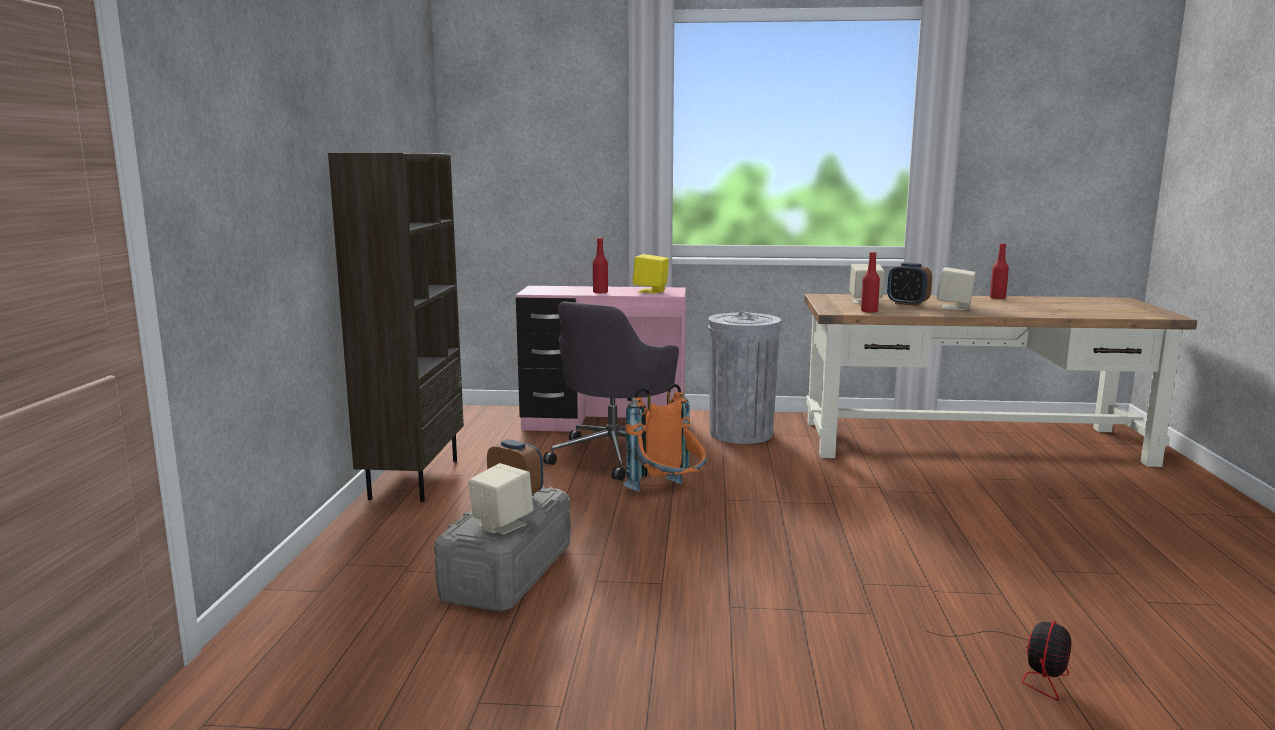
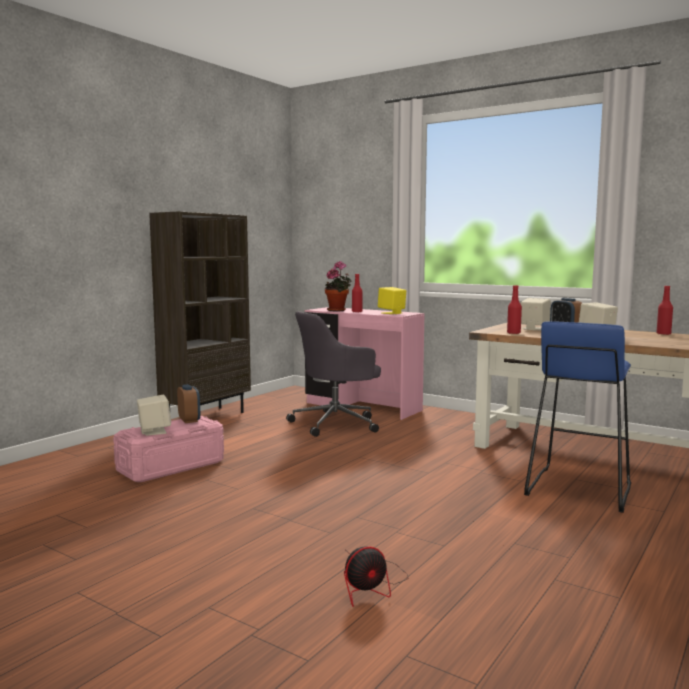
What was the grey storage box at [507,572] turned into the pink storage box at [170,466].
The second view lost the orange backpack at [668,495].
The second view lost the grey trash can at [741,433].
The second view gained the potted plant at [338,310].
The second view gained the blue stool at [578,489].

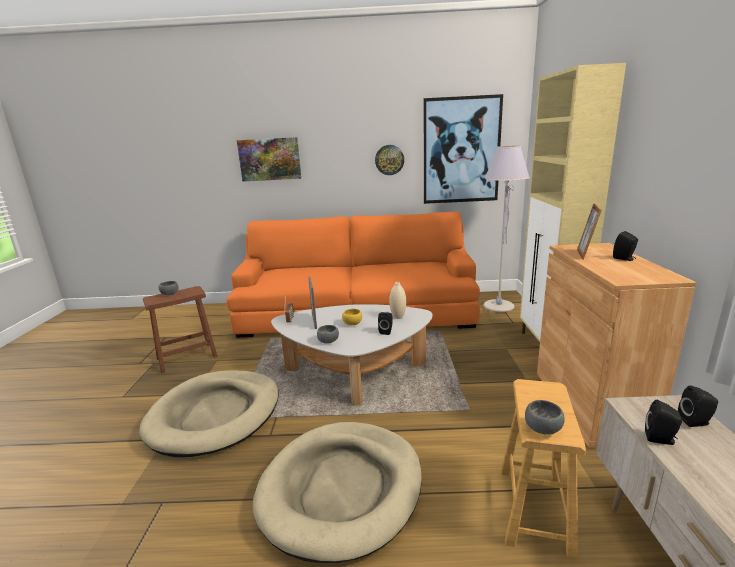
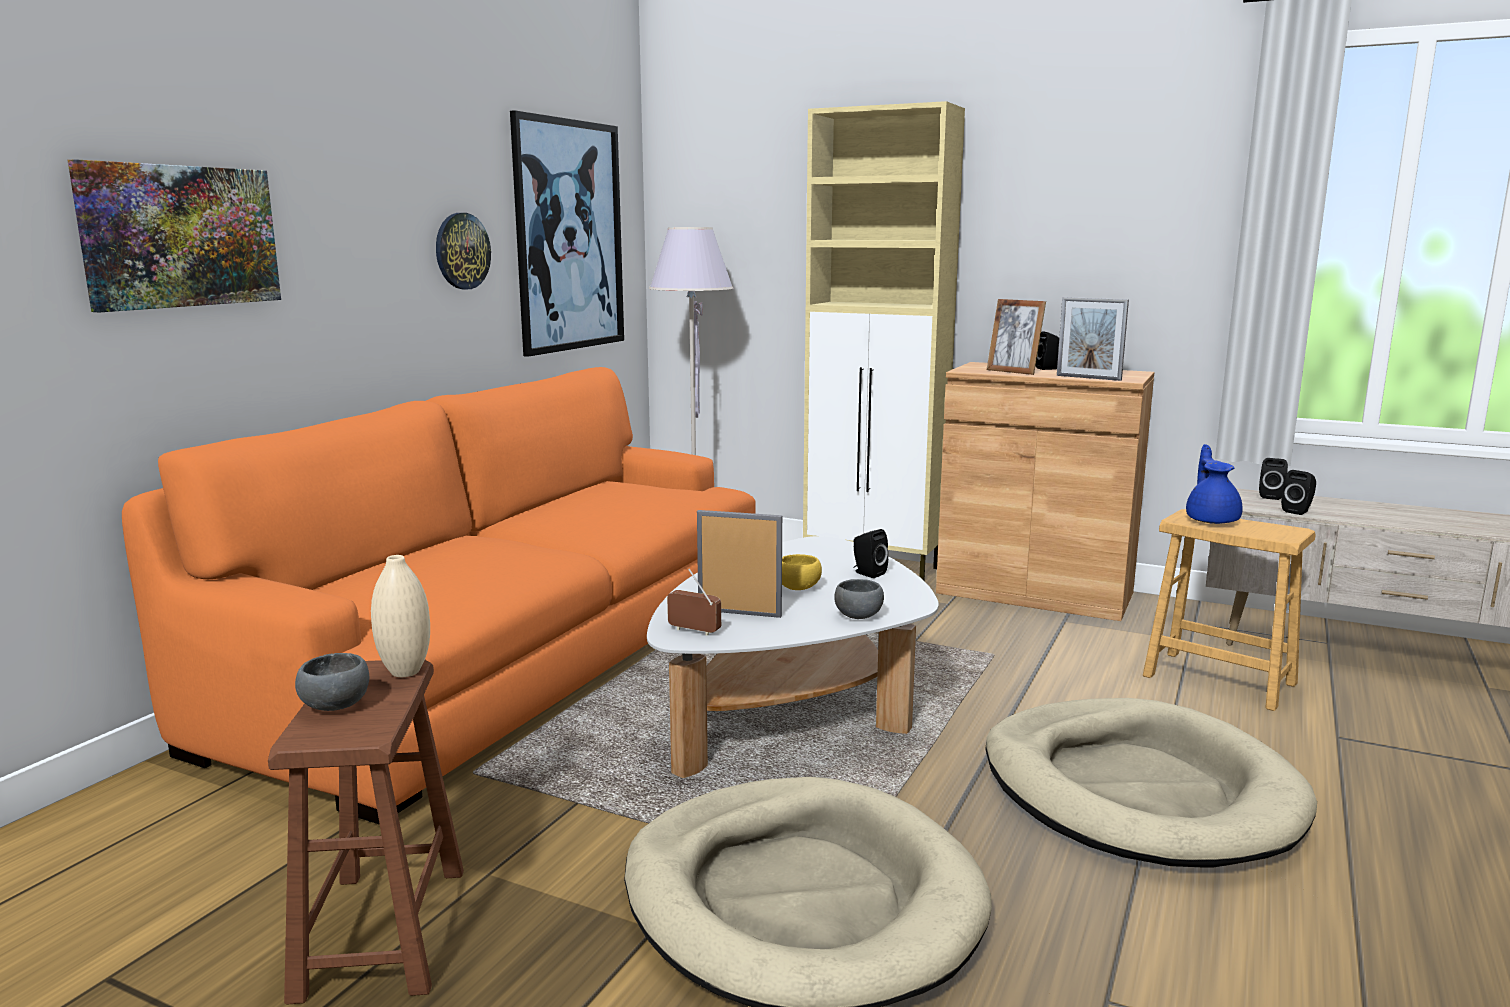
The beige vase ended up elsewhere, having gone from [398,317] to [405,672].
The second view lost the grey bowl at [543,429].
The second view gained the picture frame at [1088,378].
The second view gained the blue teapot at [1211,520].

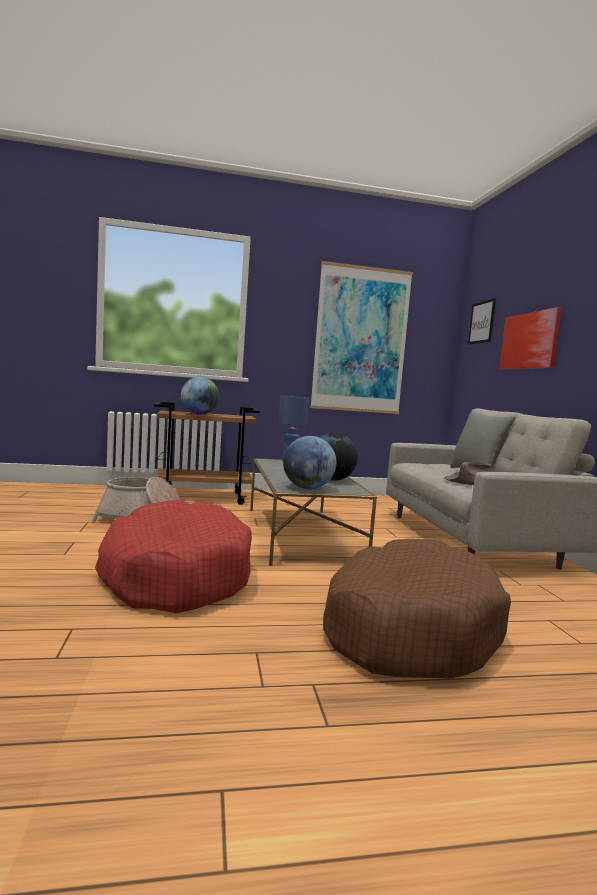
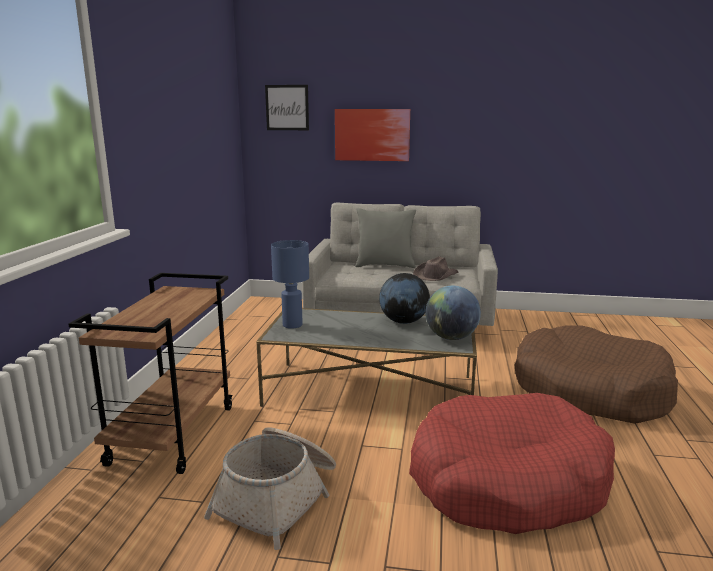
The second view lost the globe at [199,414].
The second view lost the picture at [360,340].

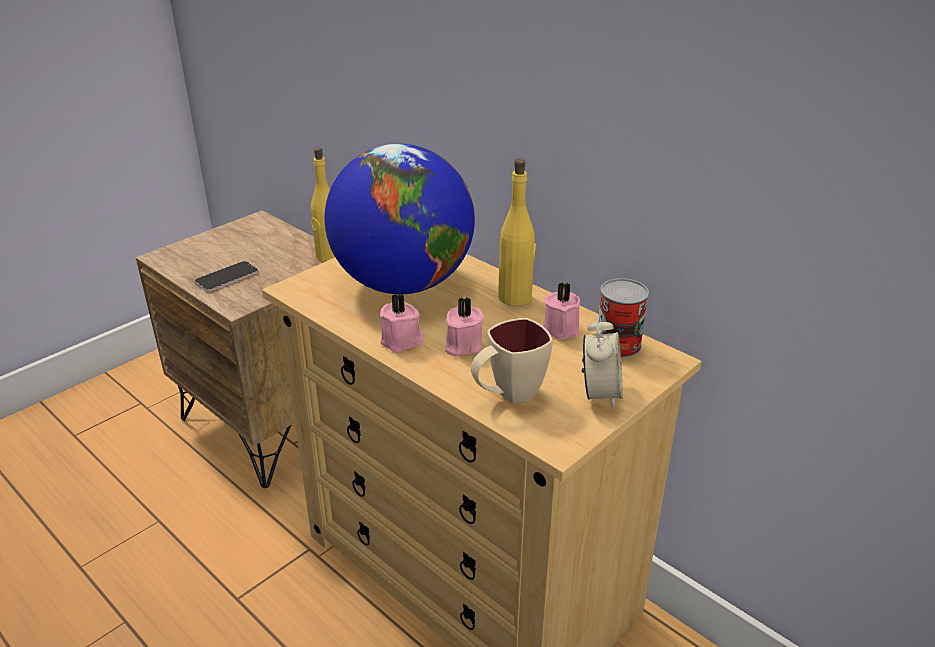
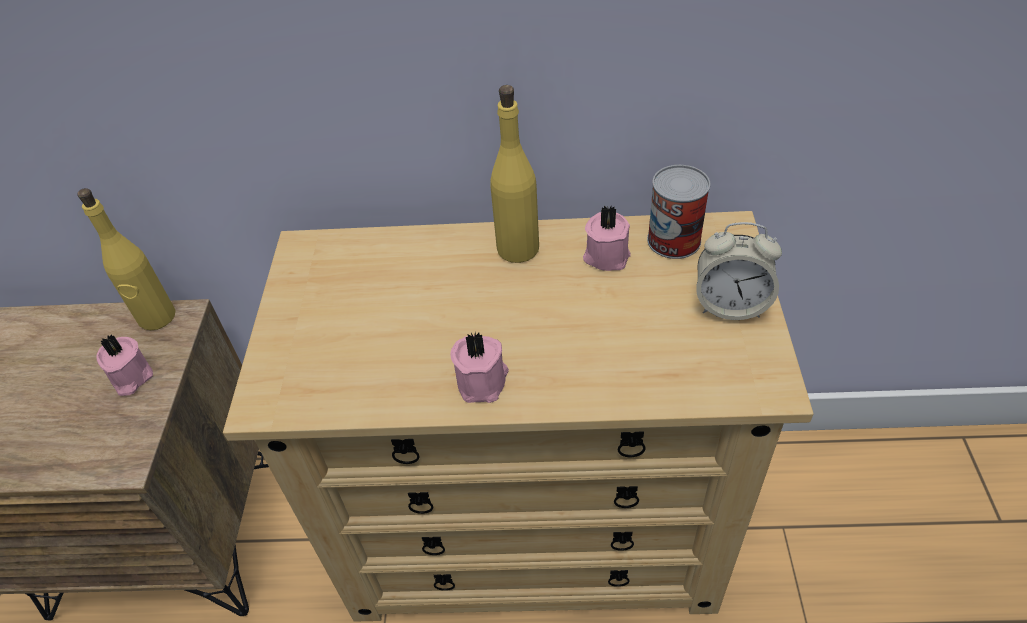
The second view lost the phone at [227,277].
The second view lost the globe at [403,284].
The pink candle ended up elsewhere, having gone from [462,345] to [131,378].
The second view lost the beige mug at [507,395].
The alarm clock at [600,393] ended up facing another way, 135 degrees clockwise from before.

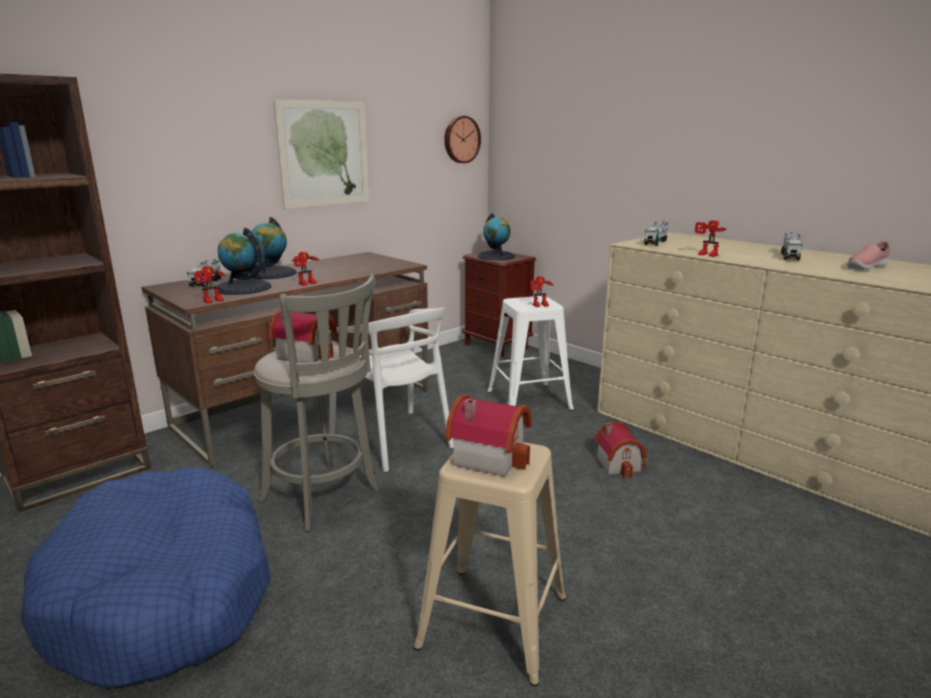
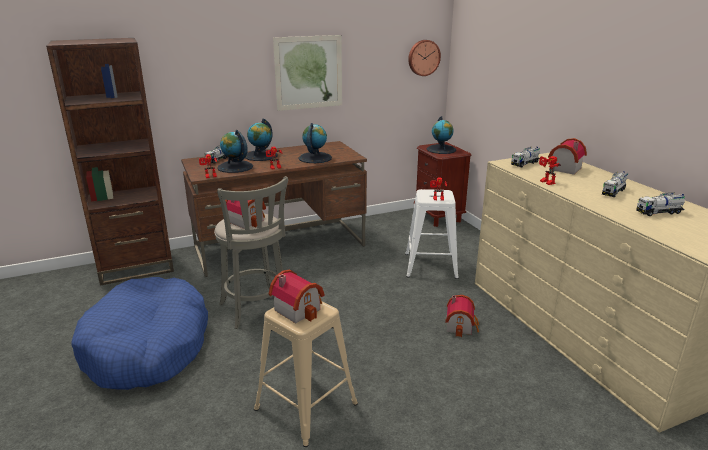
The second view lost the white chair at [393,440].
Where the pink shoe stood at [865,268], the toy truck came to stand at [659,212].
The second view gained the globe at [315,158].
The second view gained the toy house at [562,168].

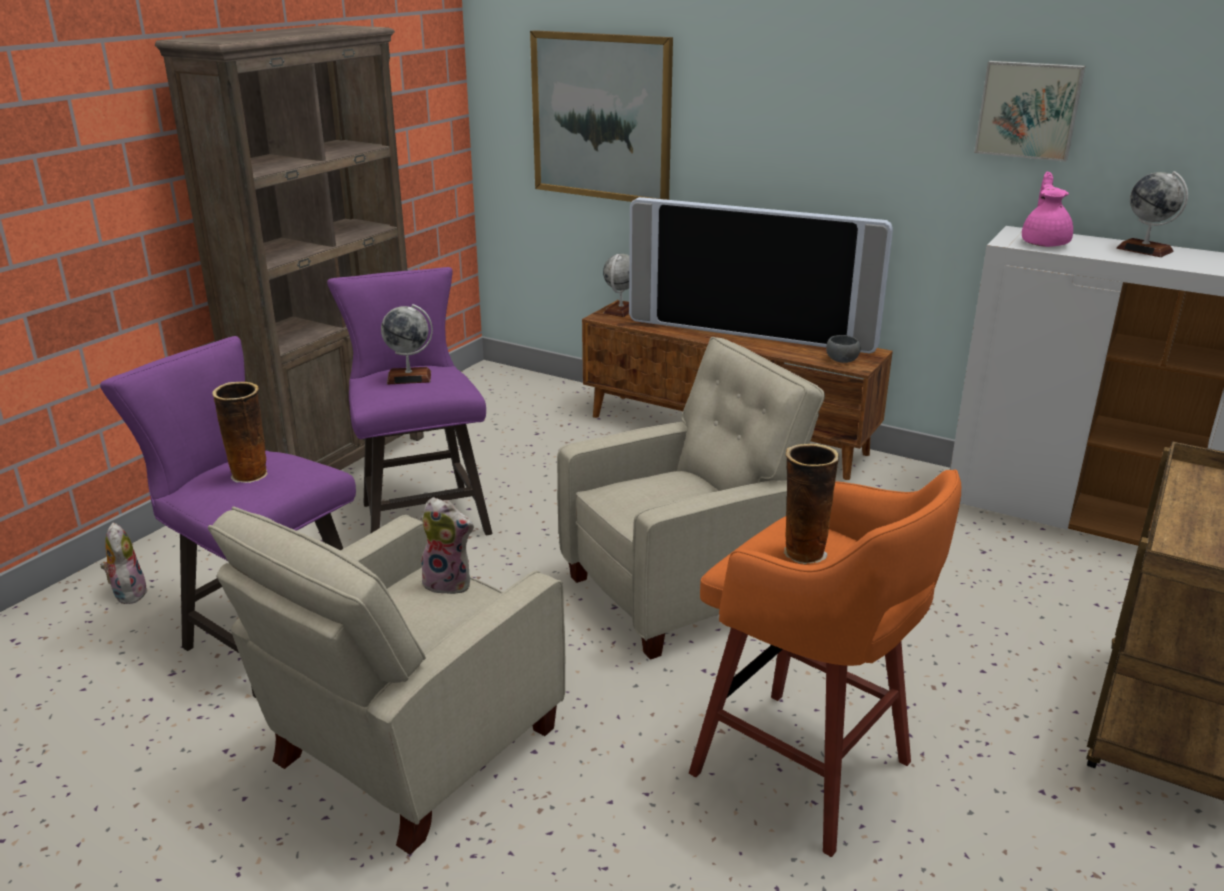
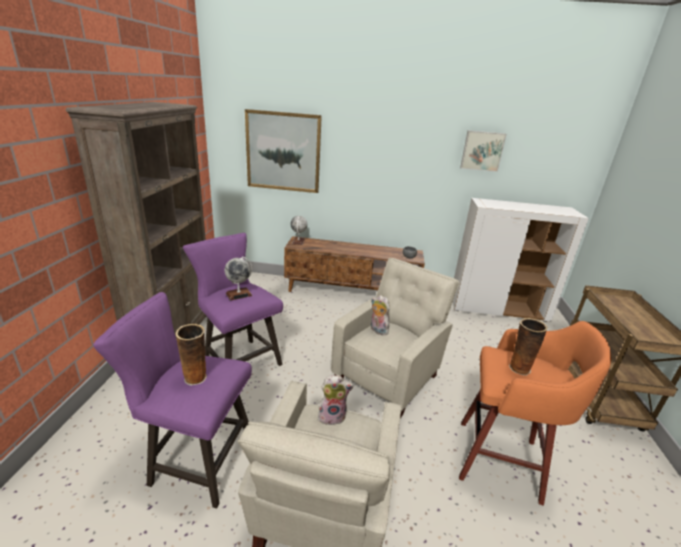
The plush toy ended up elsewhere, having gone from [128,593] to [377,330].
The second view lost the television at [750,332].
The second view lost the pink teapot at [1044,243].
The second view lost the globe at [1144,250].

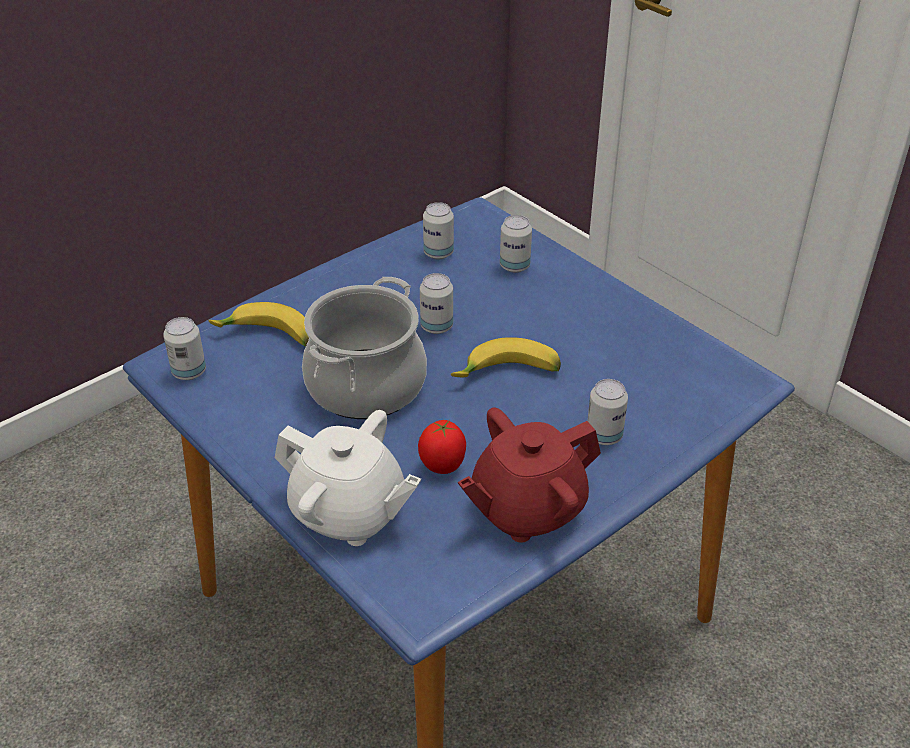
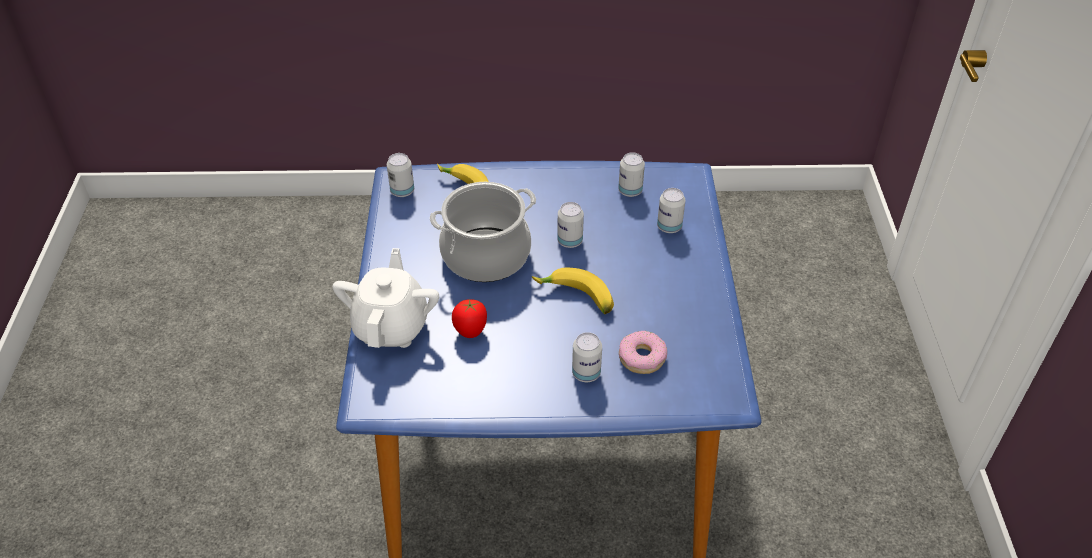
The white teapot at [349,513] ended up facing another way, 150 degrees counterclockwise from before.
The second view lost the red teapot at [526,509].
The second view gained the donut at [641,357].

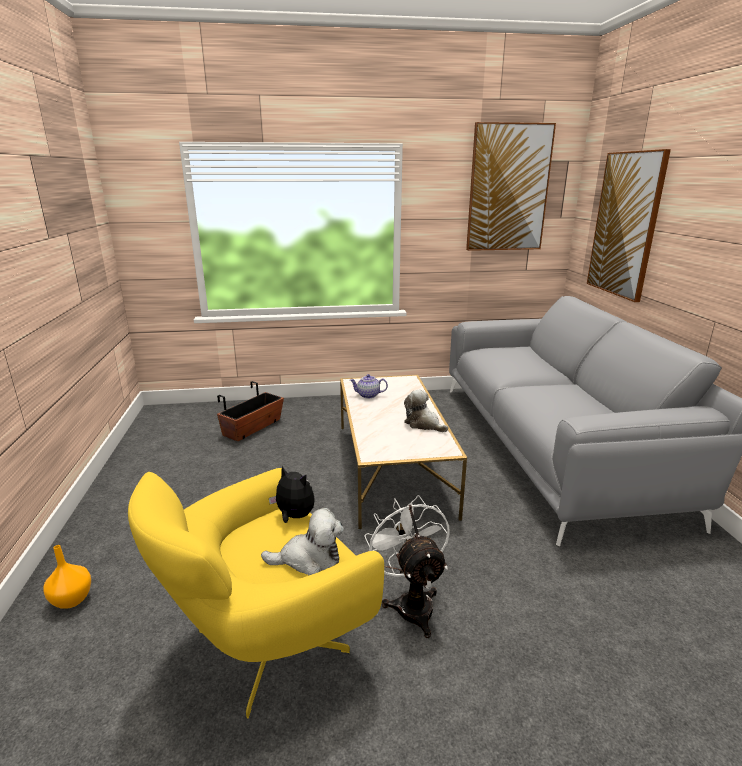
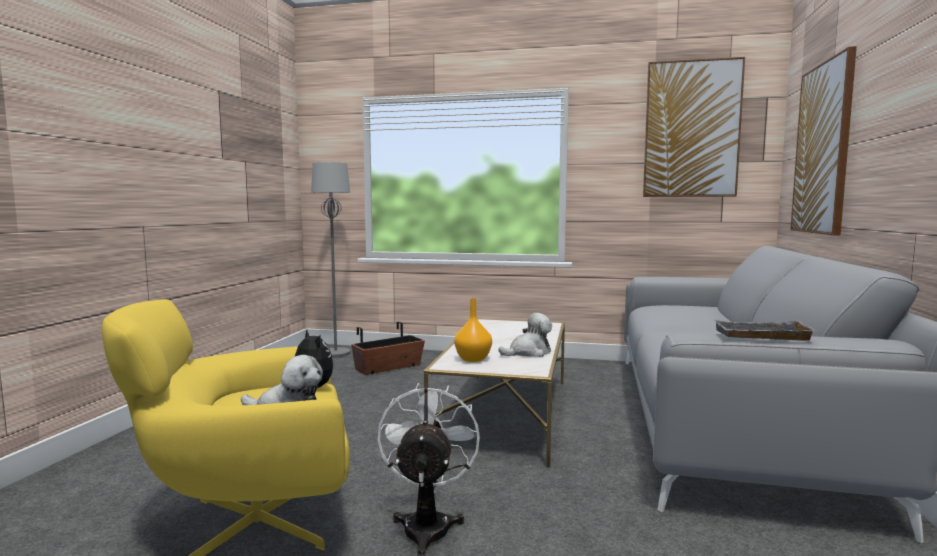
The orange vase ended up elsewhere, having gone from [71,600] to [472,359].
The second view lost the teapot at [368,395].
The plush toy at [423,424] ended up facing another way, 90 degrees clockwise from before.
The second view gained the grey floor lamp at [335,353].
The second view gained the grey tray at [761,336].

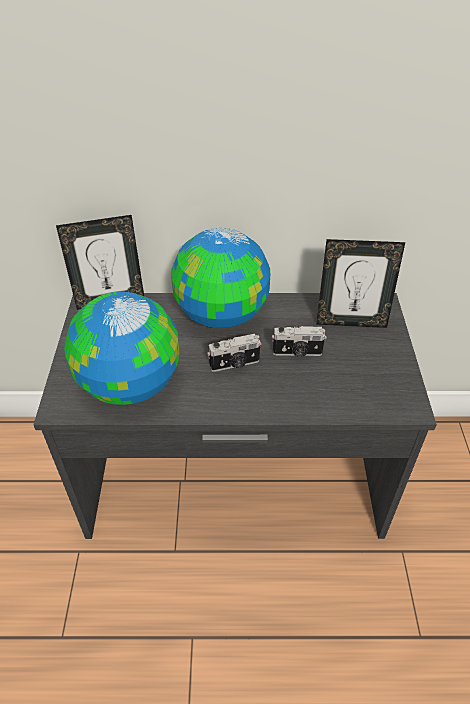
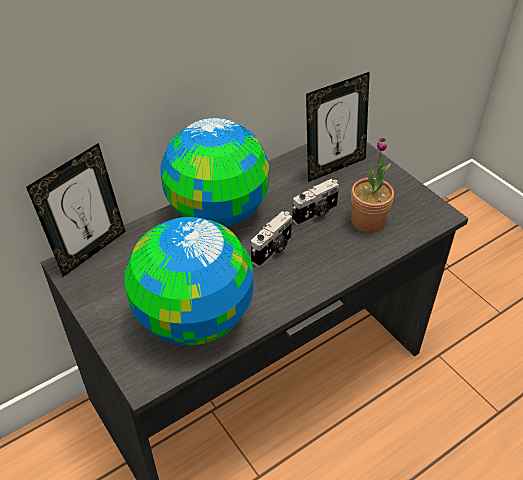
The second view gained the potted plant at [367,221].

